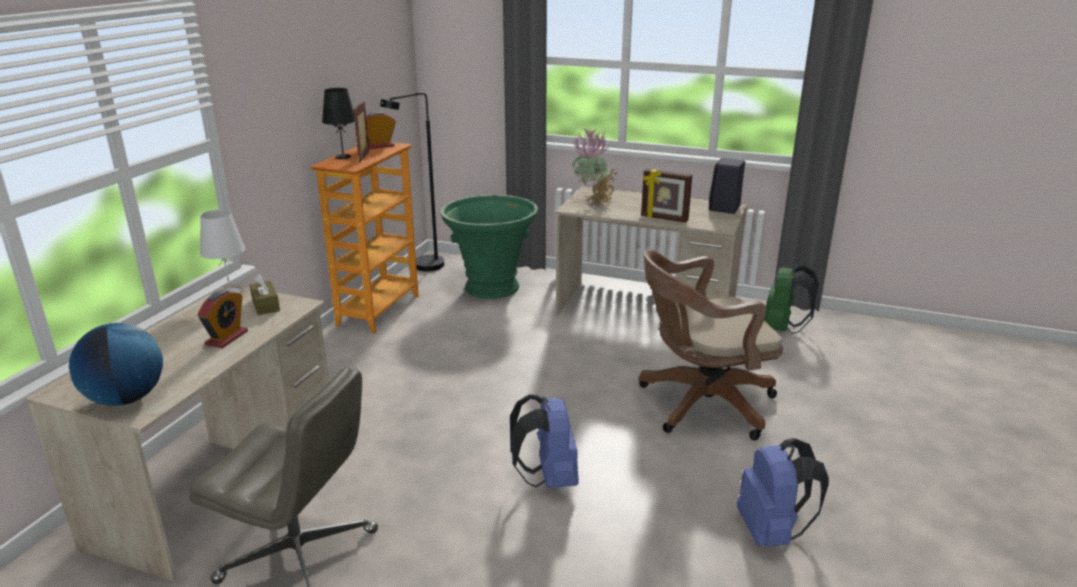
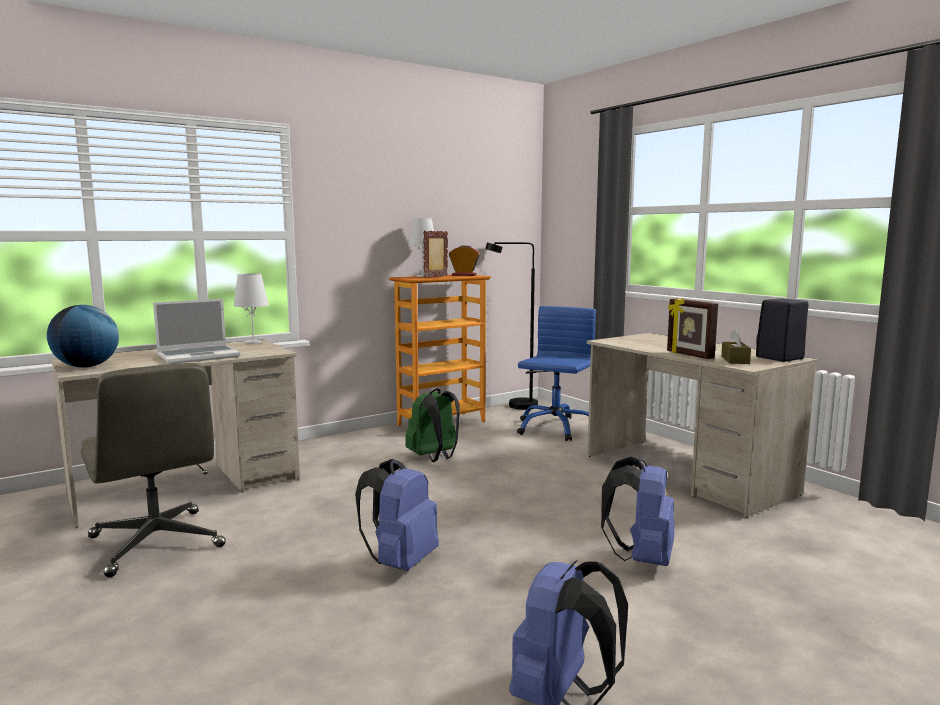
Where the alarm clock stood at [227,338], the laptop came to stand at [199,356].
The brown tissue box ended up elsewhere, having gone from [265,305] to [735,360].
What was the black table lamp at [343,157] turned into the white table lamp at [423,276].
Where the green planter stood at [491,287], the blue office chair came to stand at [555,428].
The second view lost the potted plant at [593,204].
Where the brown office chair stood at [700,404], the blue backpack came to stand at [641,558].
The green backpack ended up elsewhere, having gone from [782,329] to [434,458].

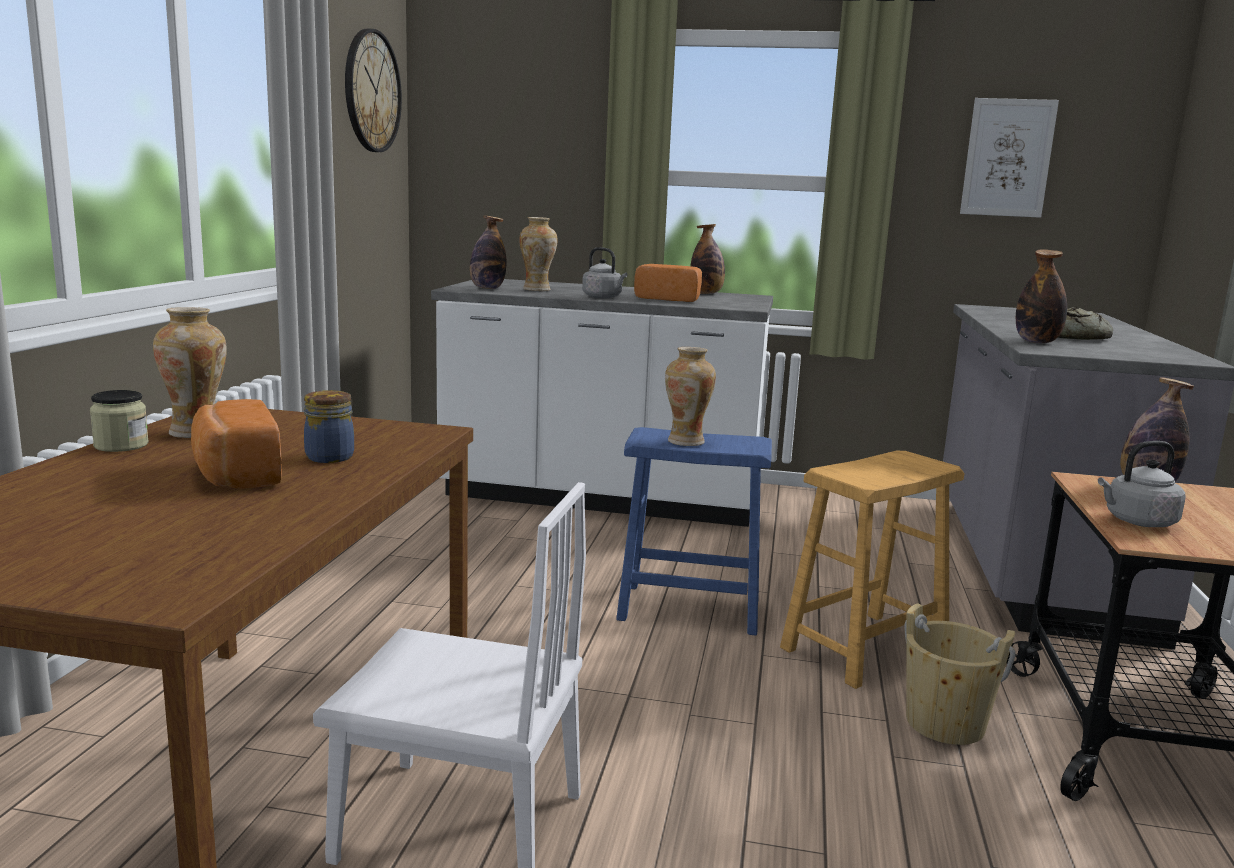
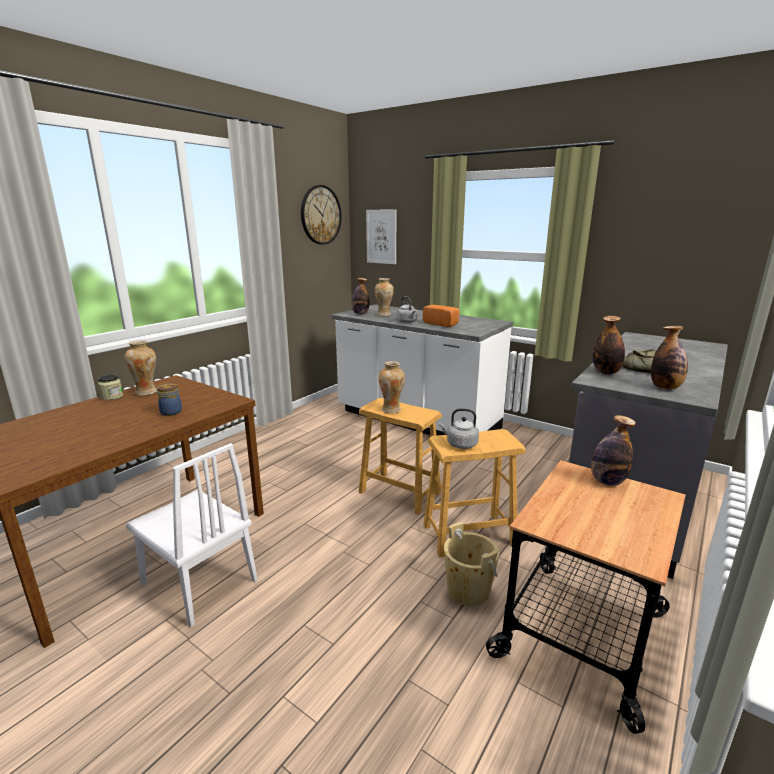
The second view lost the bread at [235,474].
What was the blue stool at [689,608] turned into the brown stool at [399,492].
The bottle ended up elsewhere, having gone from [706,293] to [665,387].
The picture ended up elsewhere, having gone from [1007,158] to [381,236].
The grey kettle ended up elsewhere, having gone from [1137,522] to [460,444].

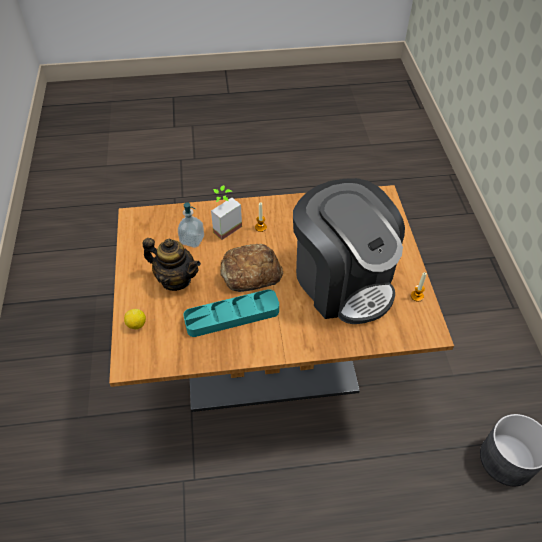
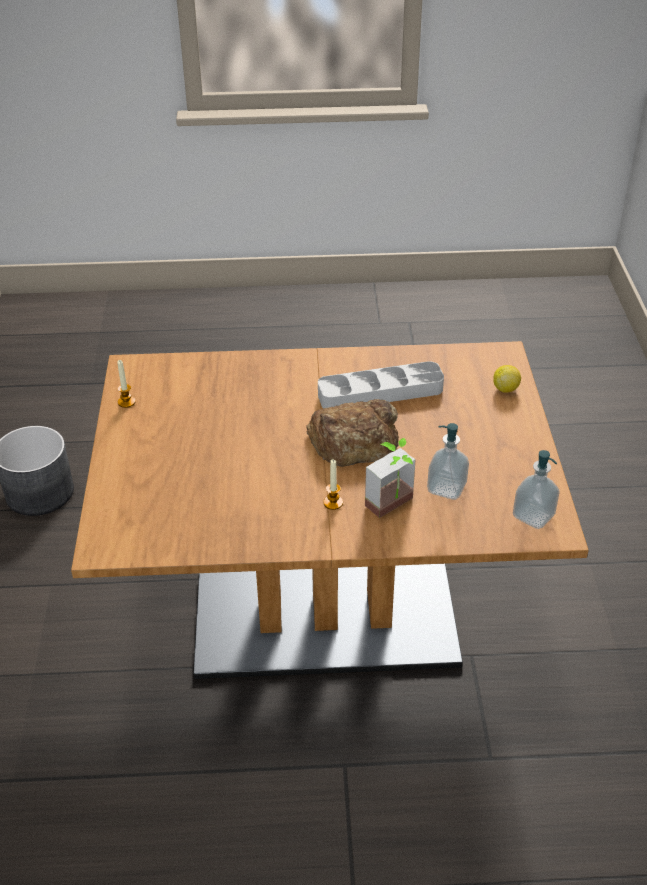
The second view lost the teapot at [176,279].
What was the turquoise tray at [232,316] turned into the grey tray at [380,392].
The second view lost the coffee machine at [343,280].
The second view gained the soap dispenser at [533,516].

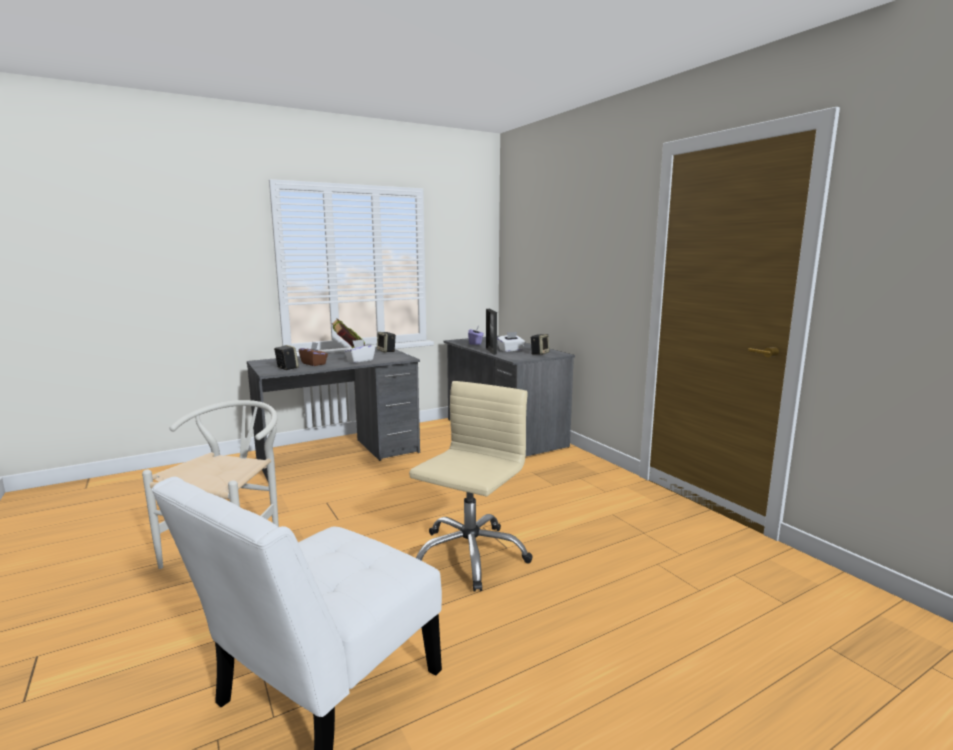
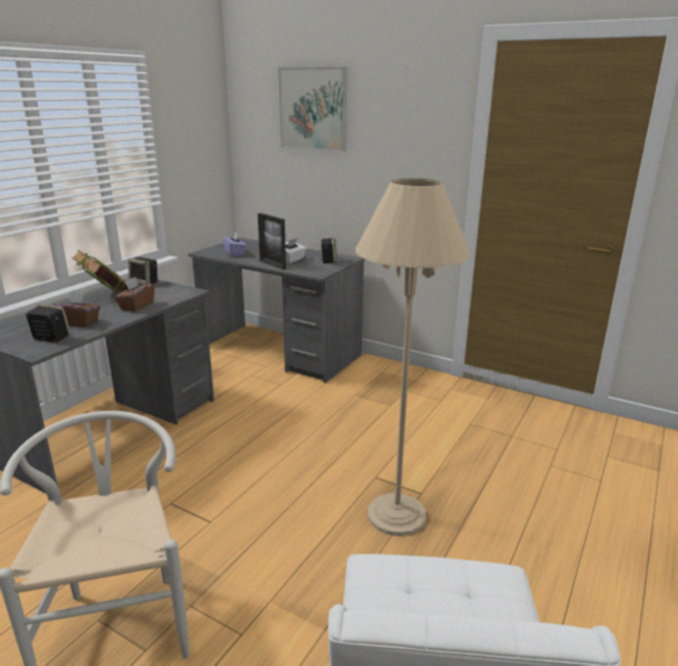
What was the white tissue box at [360,361] turned into the brown tissue box at [136,306].
Where the beige office chair stood at [469,555], the beige floor lamp came to stand at [396,515].
The second view gained the picture at [313,109].

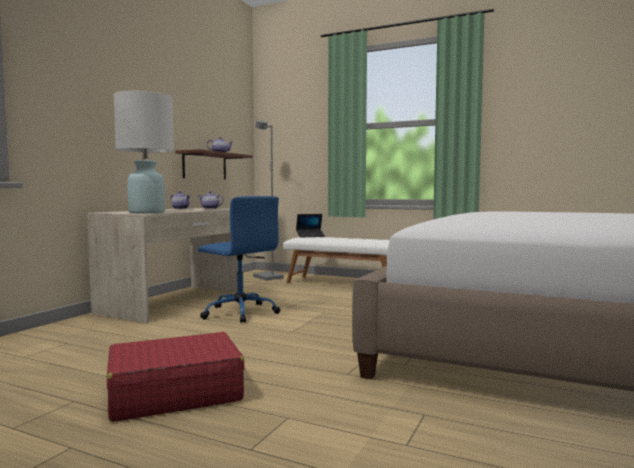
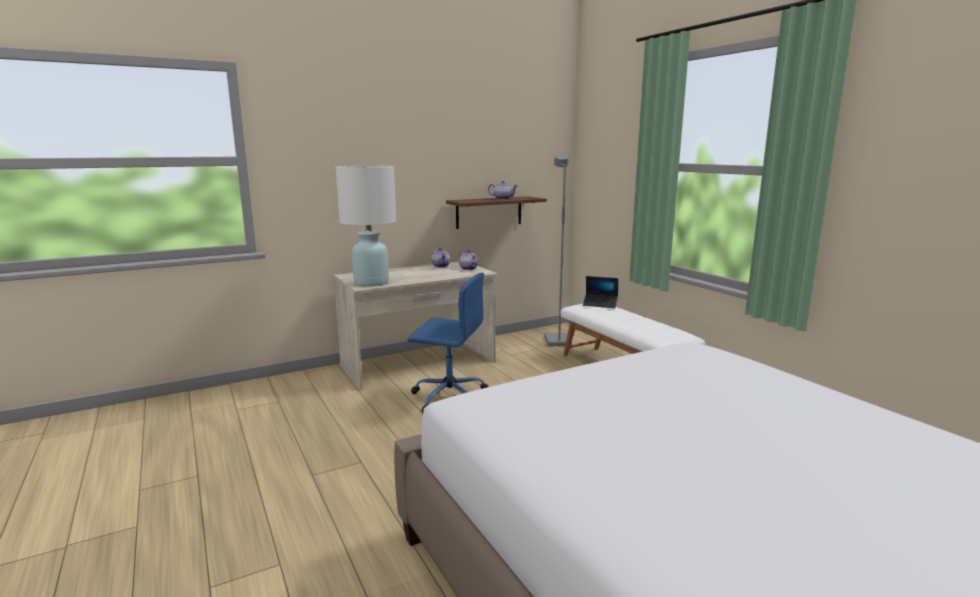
The second view lost the red suitcase at [174,393].
The blue office chair at [239,313] ended up facing another way, 60 degrees counterclockwise from before.

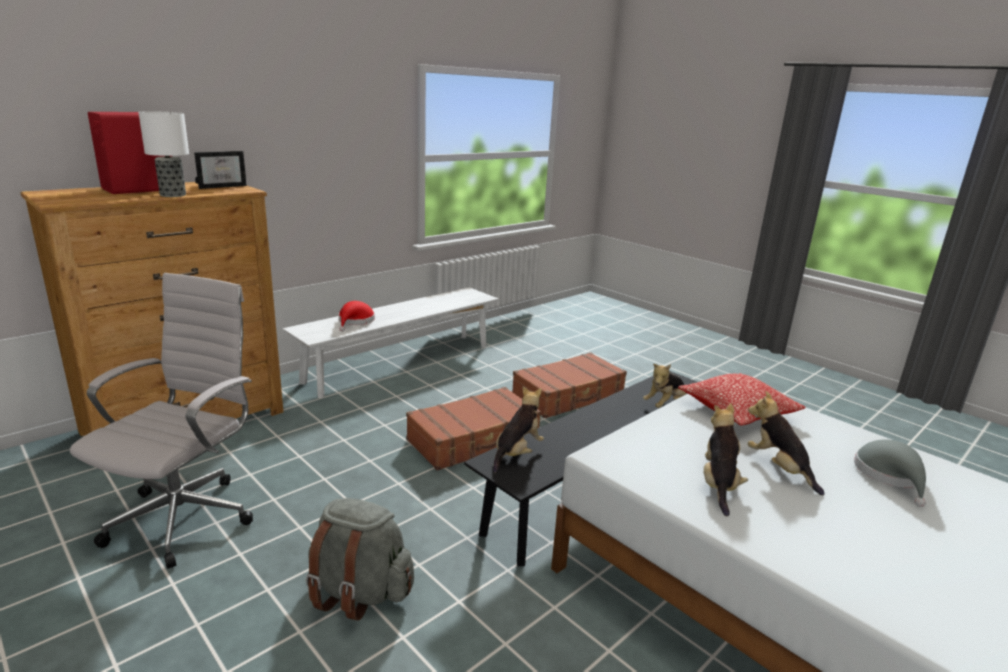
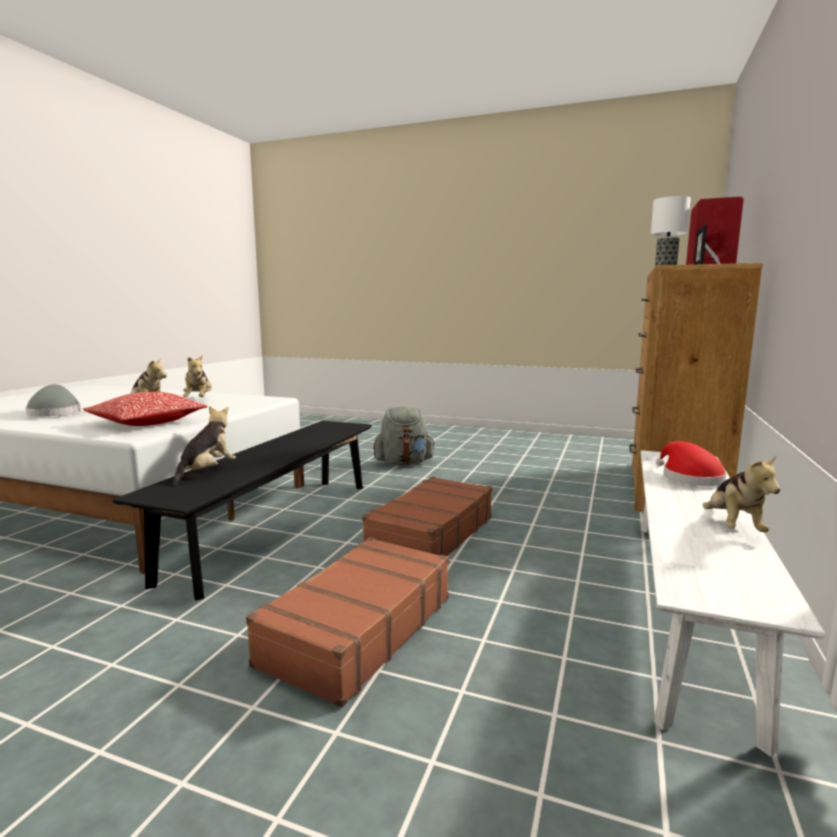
The second view lost the white office chair at [186,516].
The plush toy ended up elsewhere, having gone from [517,453] to [733,527].

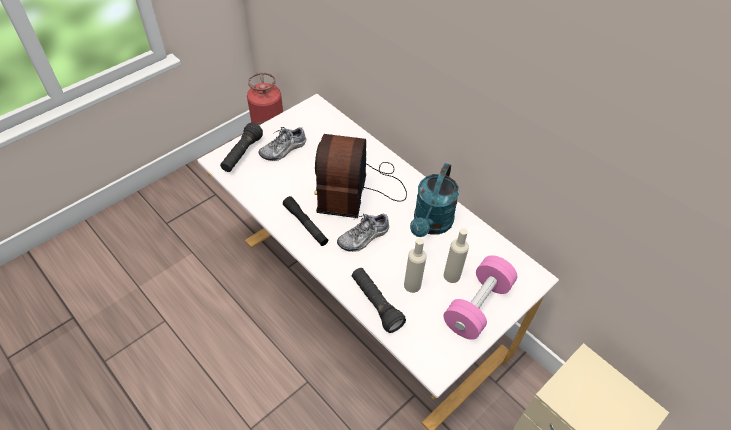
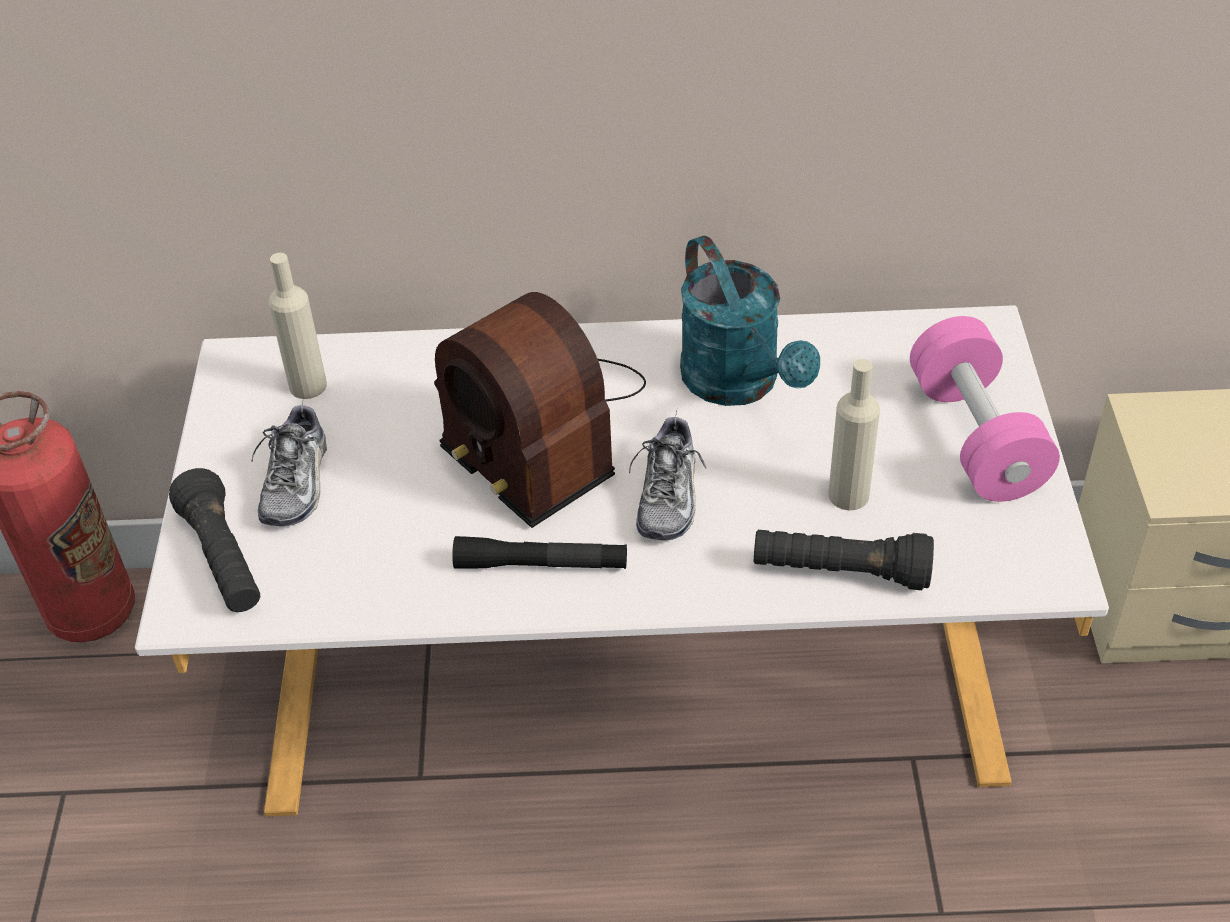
The beige bottle ended up elsewhere, having gone from [451,275] to [308,386].

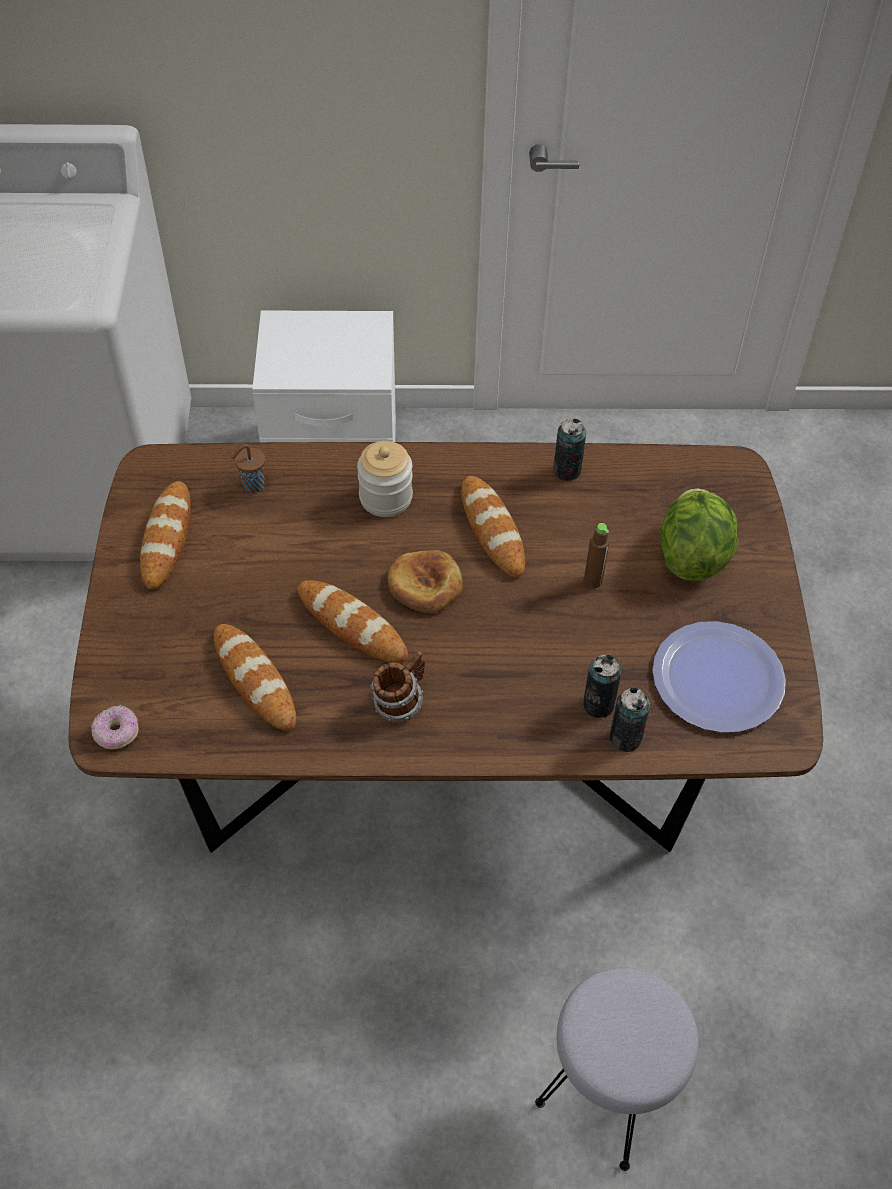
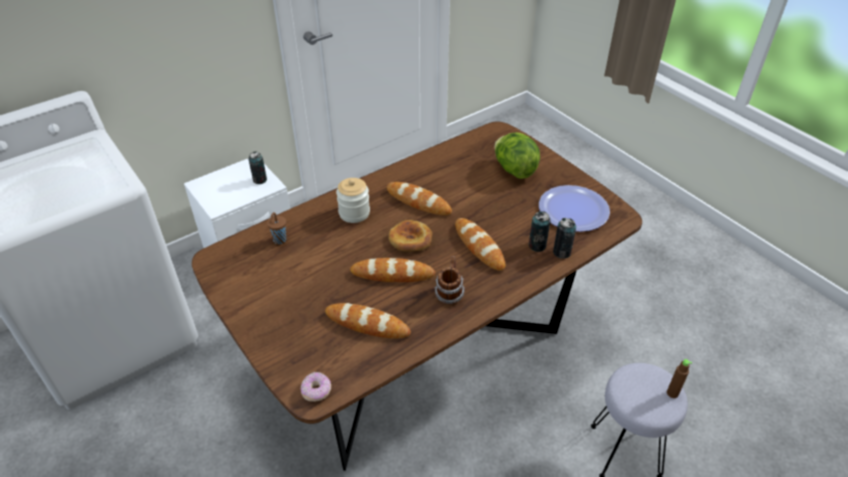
The bread ended up elsewhere, having gone from [167,538] to [479,246].
The can ended up elsewhere, having gone from [567,471] to [260,180].
The brown bottle ended up elsewhere, having gone from [593,581] to [672,393].

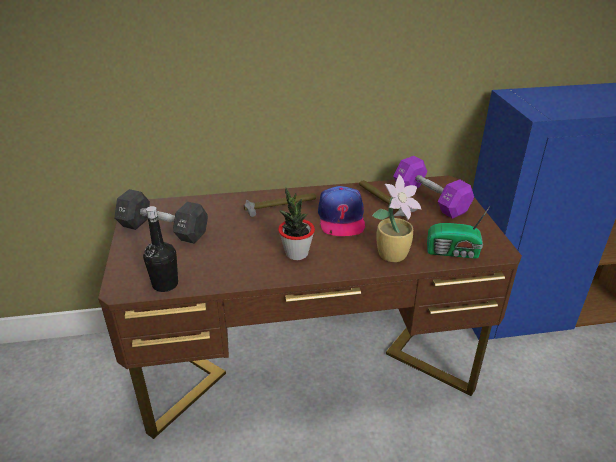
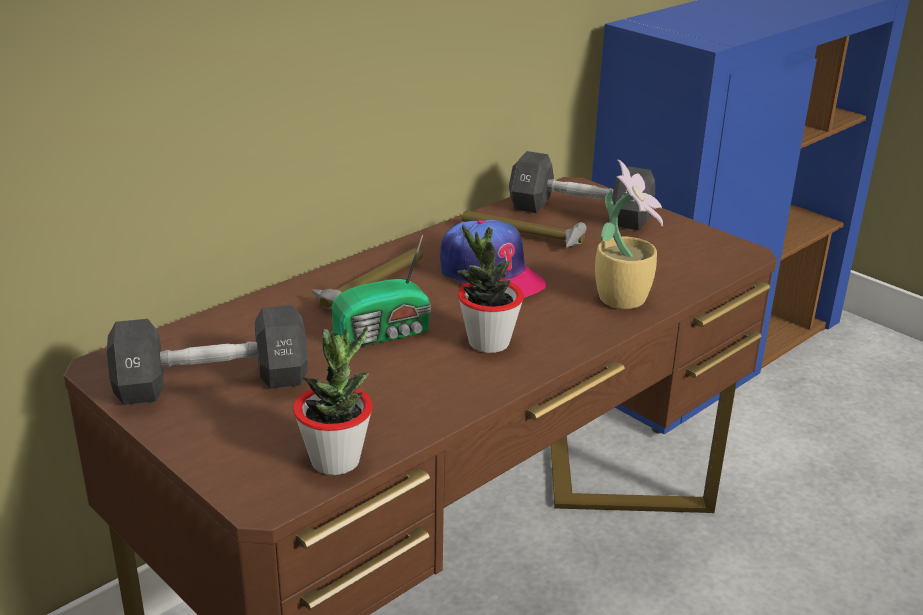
Where the black bottle stood at [165,284], the potted plant came to stand at [336,460].
What was the purple dumbbell at [430,199] turned into the black dumbbell at [579,214].
The radio ended up elsewhere, having gone from [454,252] to [385,334].

